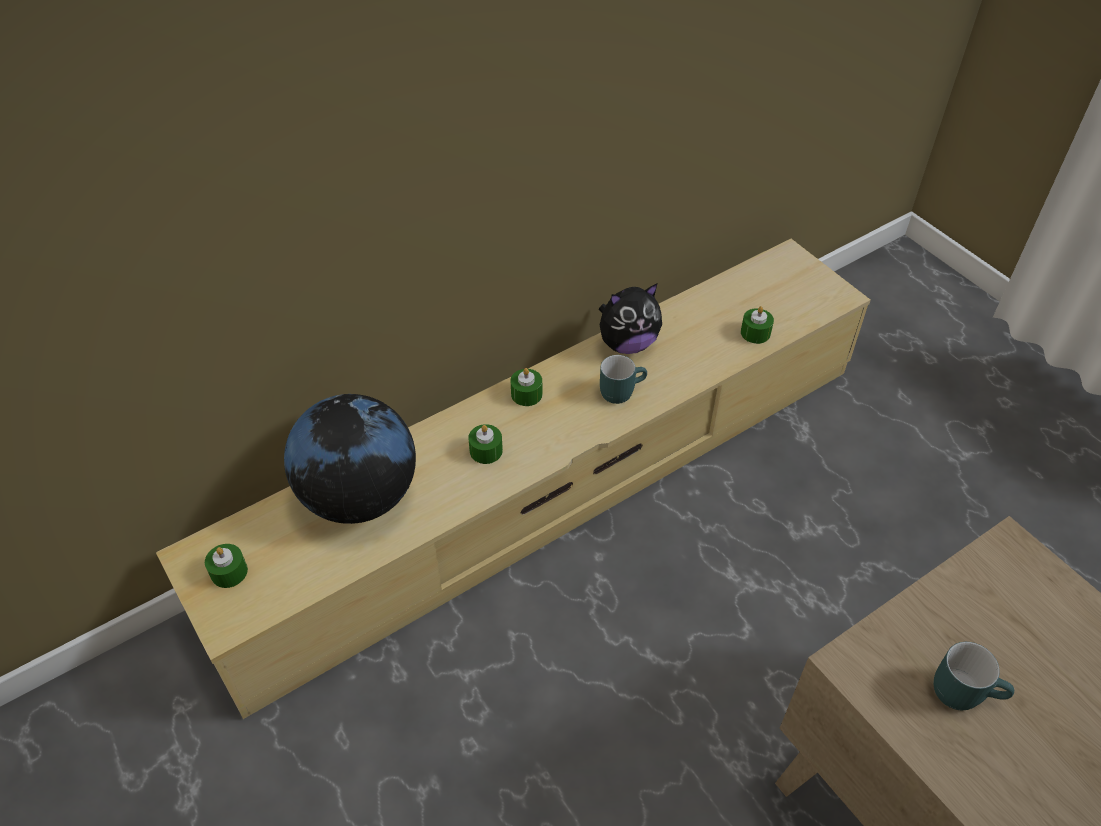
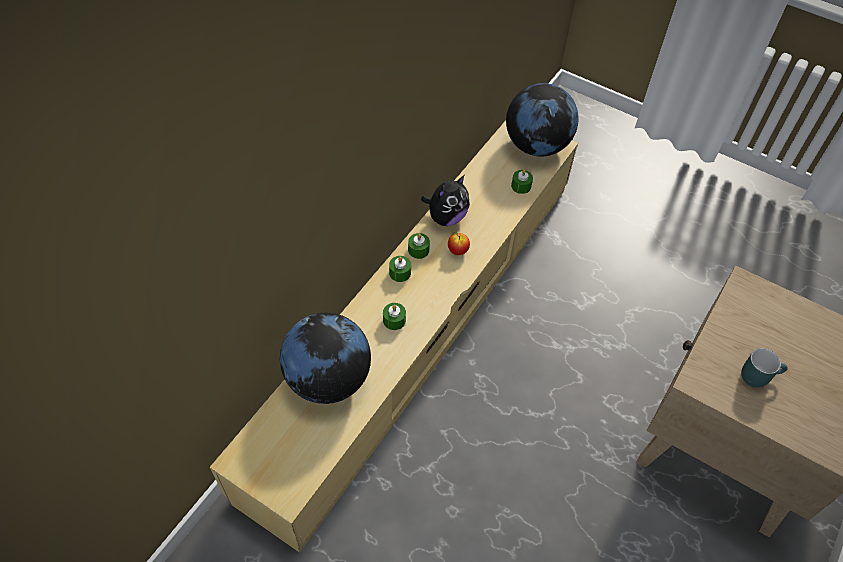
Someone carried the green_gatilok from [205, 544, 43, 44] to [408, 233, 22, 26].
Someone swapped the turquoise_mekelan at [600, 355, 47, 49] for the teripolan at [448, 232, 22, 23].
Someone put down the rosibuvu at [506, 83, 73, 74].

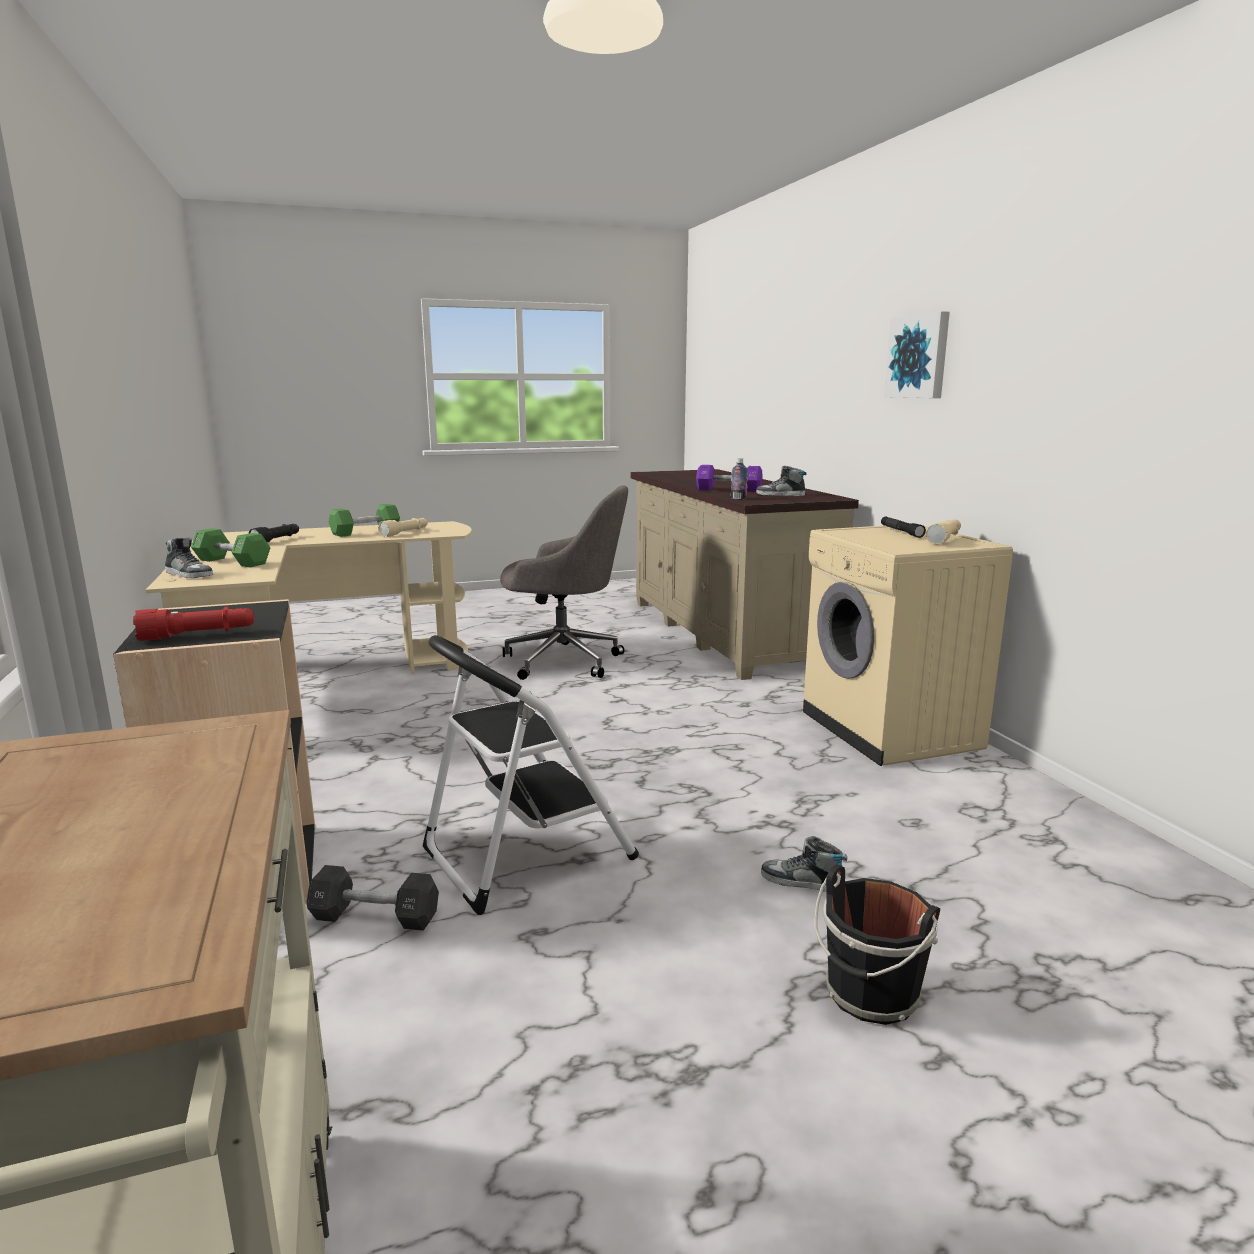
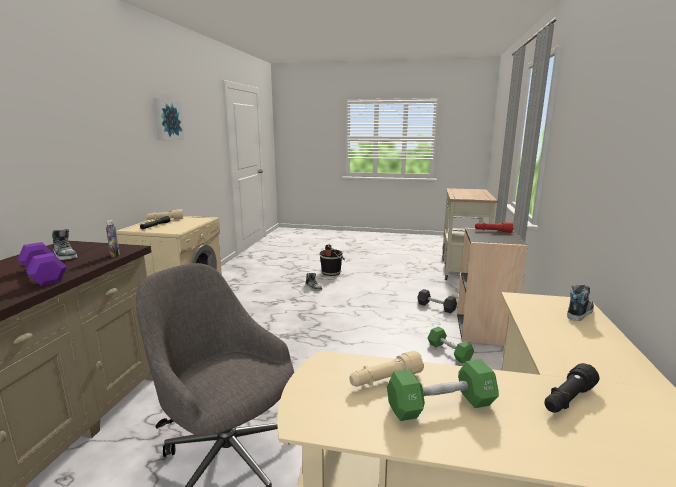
Someone rotated the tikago at [165, 538, 48, 40] by 75 degrees clockwise.
Someone carried the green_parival from [191, 528, 79, 39] to [428, 326, 46, 38].
Someone took away the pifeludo at [423, 635, 216, 280].
Someone carried the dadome from [884, 311, 66, 87] to [153, 98, 32, 43].

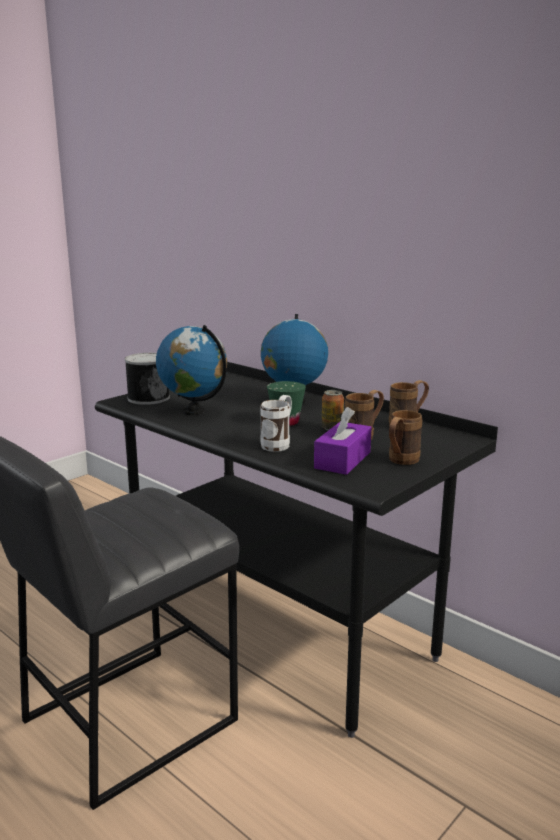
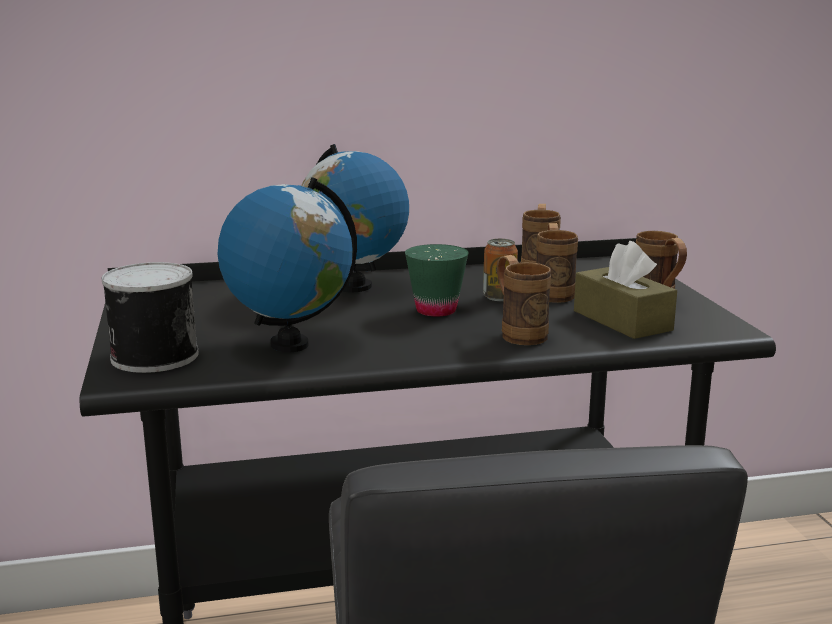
Someone repainted the white_mekelan at [260, 395, 32, 57], which became the brown_mekelan at [497, 255, 54, 90].
Someone repainted the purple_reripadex at [314, 407, 58, 68], which became the brown_reripadex at [574, 241, 103, 98].

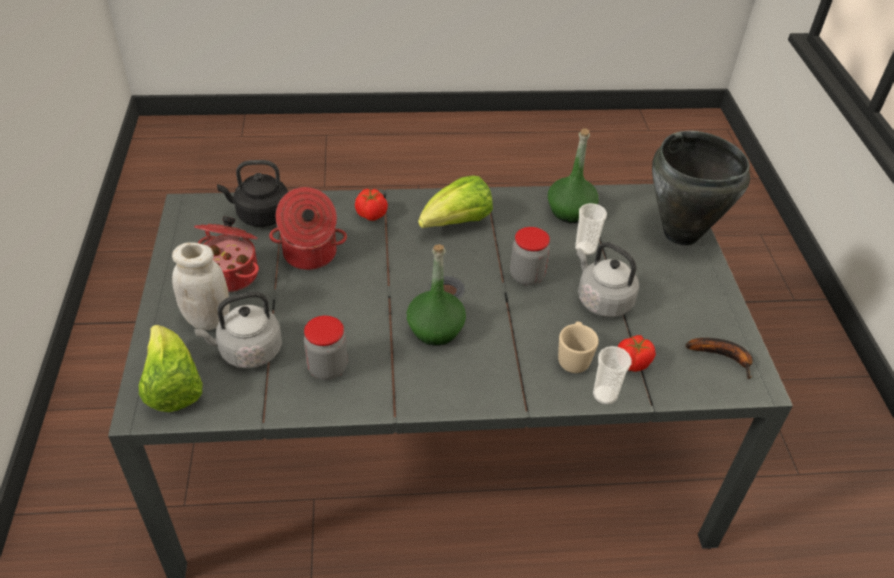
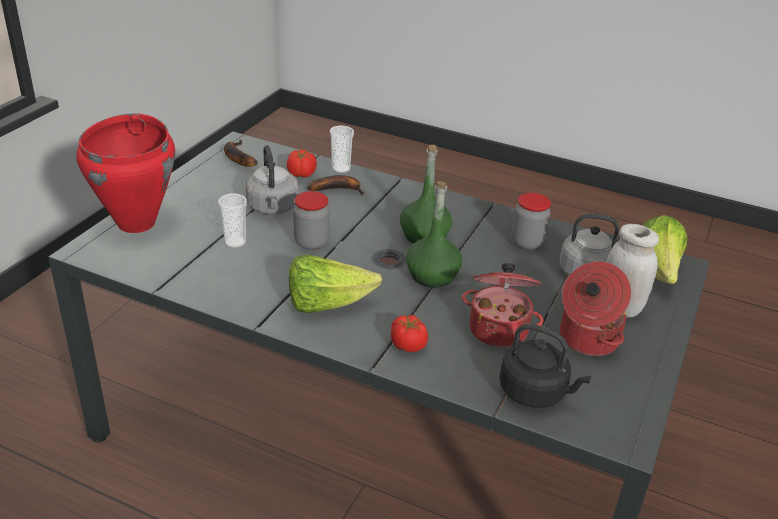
Someone carried the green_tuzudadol from [548, 129, 51, 94] to [406, 181, 56, 107].
Someone swapped the beige_mekelan at [558, 322, 41, 51] for the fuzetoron at [307, 175, 57, 21].
Someone repainted the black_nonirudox at [652, 131, 98, 114], which became the red_nonirudox at [76, 113, 99, 120].

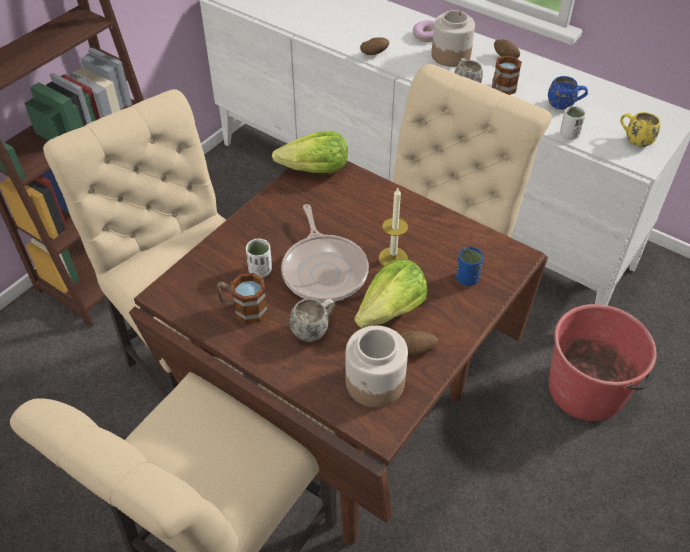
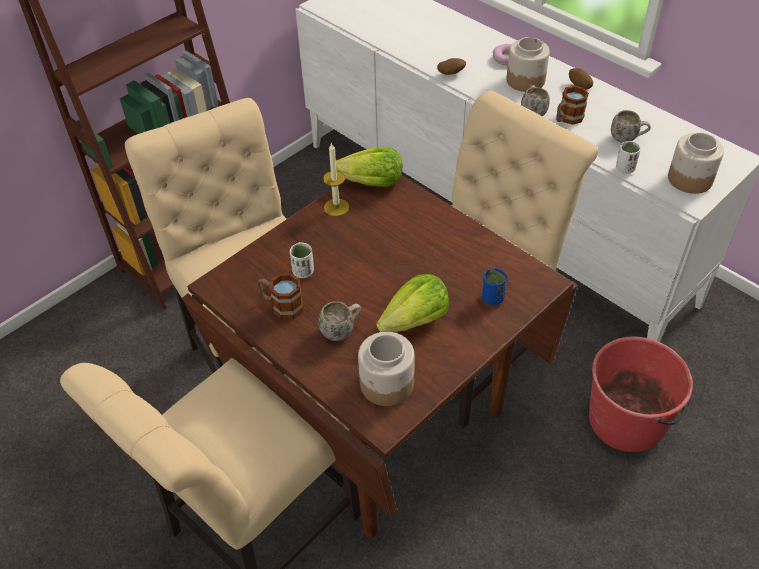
Someone took away the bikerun at [281, 204, 88, 99].
Someone carried the gatilok from [379, 188, 29, 78] to [323, 143, 26, 73].
Someone took away the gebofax at [400, 330, 38, 25].
Someone repainted the blue_mekelan at [548, 76, 40, 34], which became the white_mekelan at [611, 110, 39, 33].
Someone swapped the yellow_mekelan at [620, 112, 41, 35] for the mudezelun at [668, 132, 56, 62].

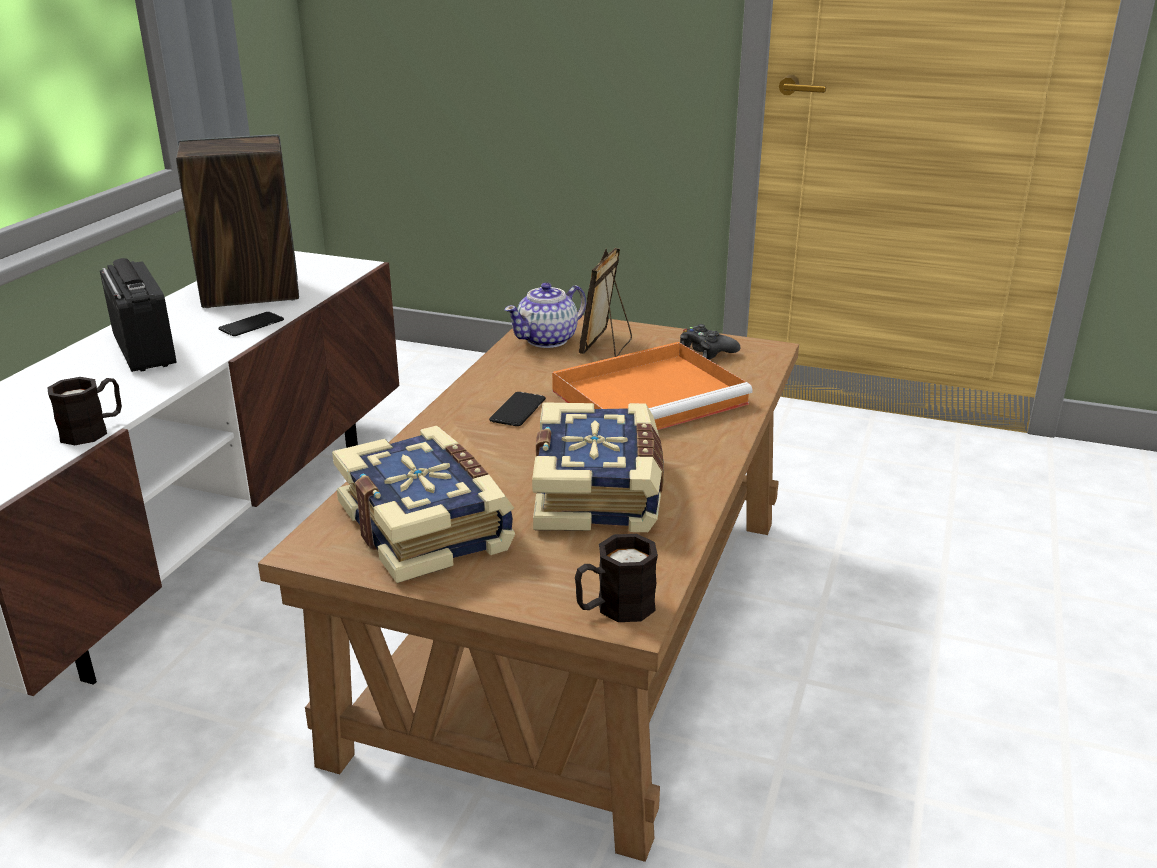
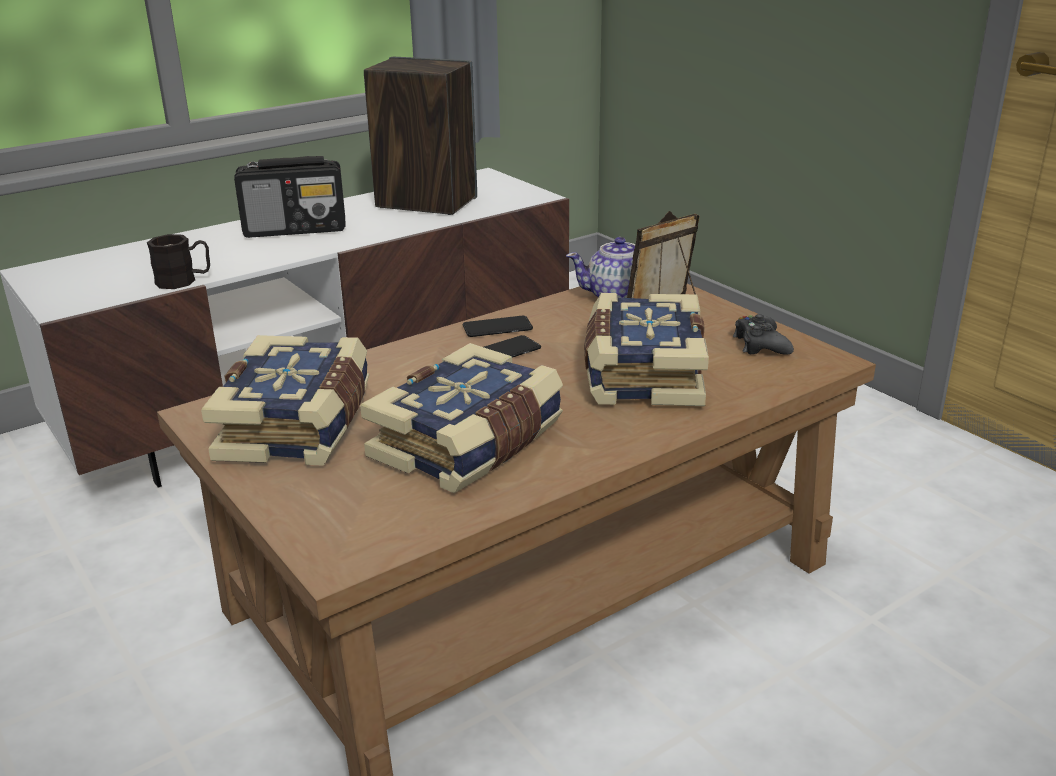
Someone rotated the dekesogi at [100, 258, 77, 114] by 75 degrees clockwise.
Someone carried the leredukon from [218, 312, 66, 24] to [463, 316, 70, 21].
Someone swapped the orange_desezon at [552, 342, 201, 88] for the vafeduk at [584, 293, 125, 113].
Someone took away the black_mekelan at [575, 534, 83, 88].

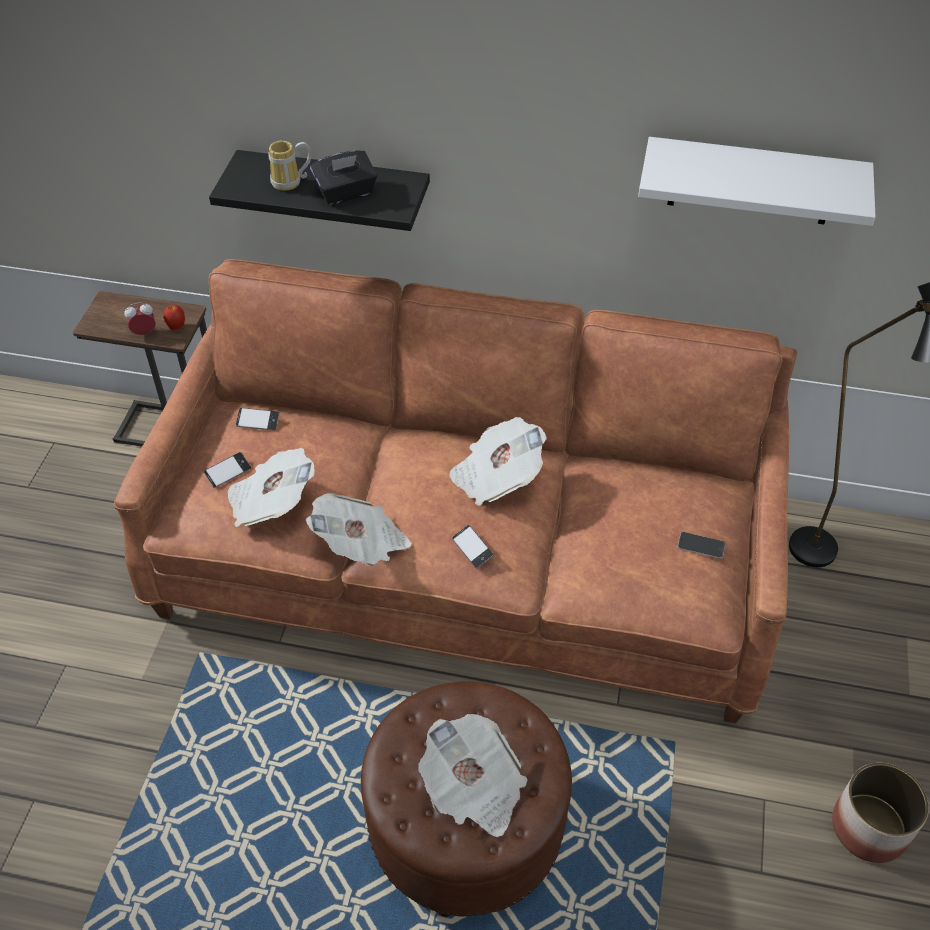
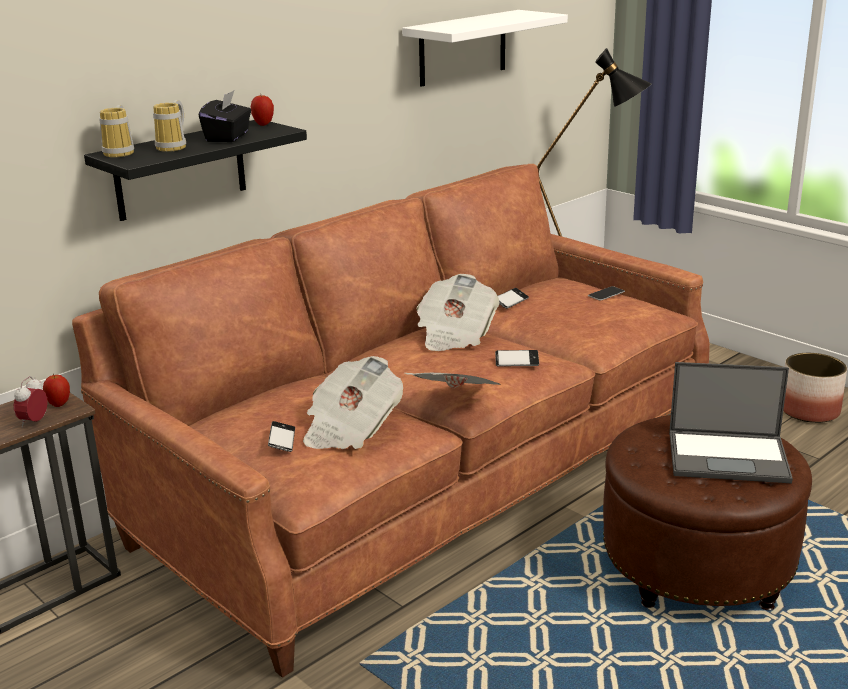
Someone carried the leredukon from [236, 408, 43, 23] to [498, 288, 31, 21].
Someone swapped the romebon at [418, 714, 110, 123] for the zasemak at [669, 362, 124, 121].
Someone put down the mekelan at [99, 105, 35, 52].
Someone put down the teripolan at [251, 95, 23, 31].

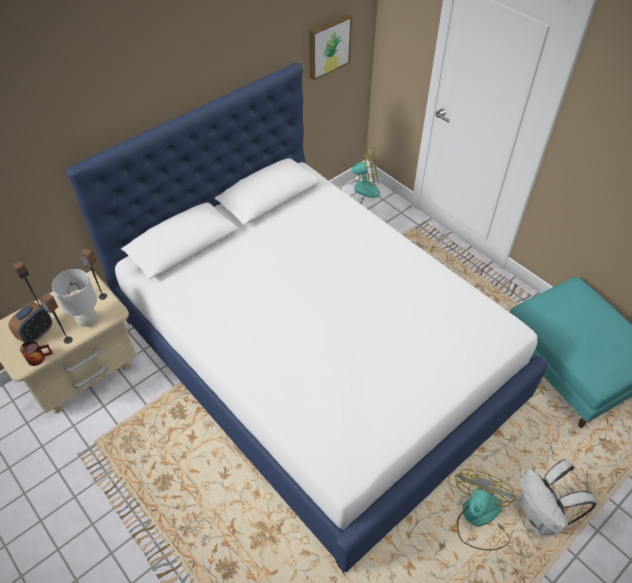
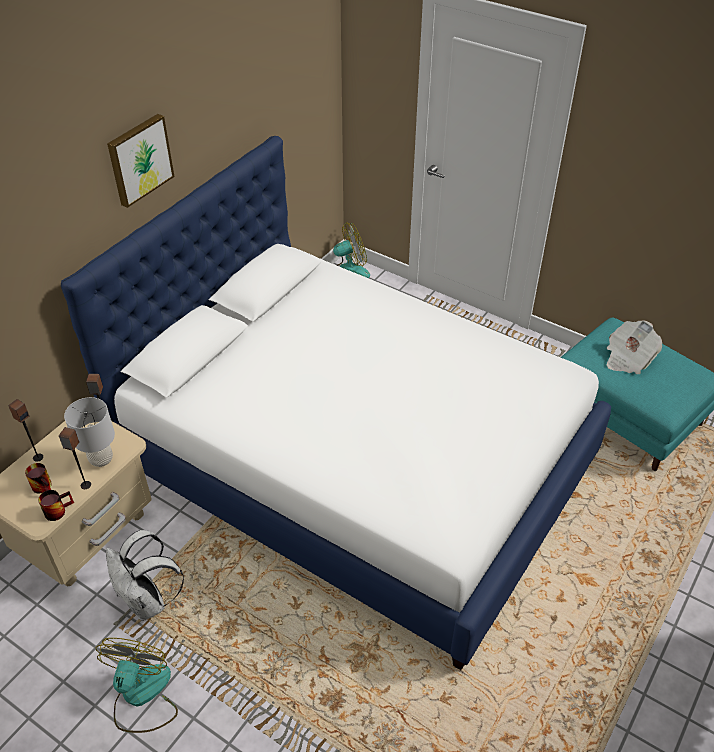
Someone swapped the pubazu at [8, 302, 44, 40] for the mekelan at [25, 463, 27, 30].
Someone carried the dadome from [309, 14, 43, 66] to [107, 114, 67, 94].
Someone carried the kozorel from [455, 469, 60, 82] to [96, 638, 82, 95].
Someone carried the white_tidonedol from [520, 459, 77, 76] to [106, 530, 78, 91].
Someone put down the romebon at [607, 320, 55, 54].

